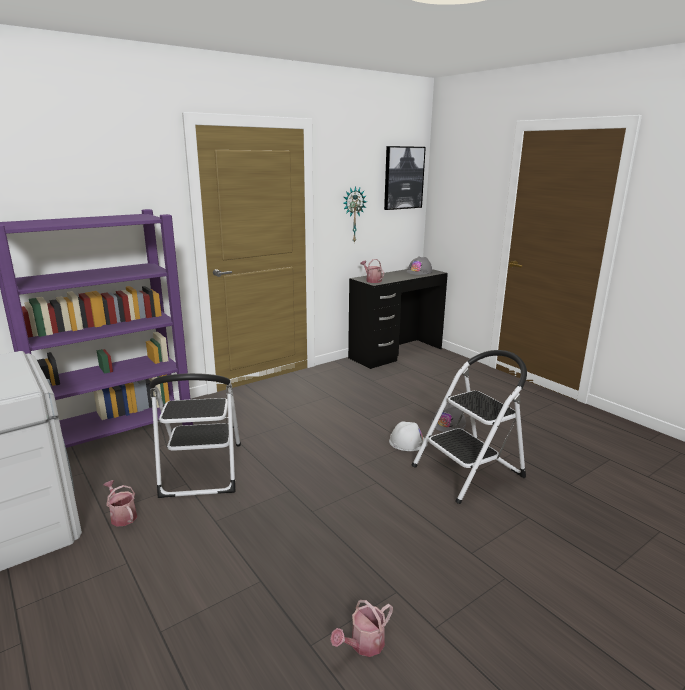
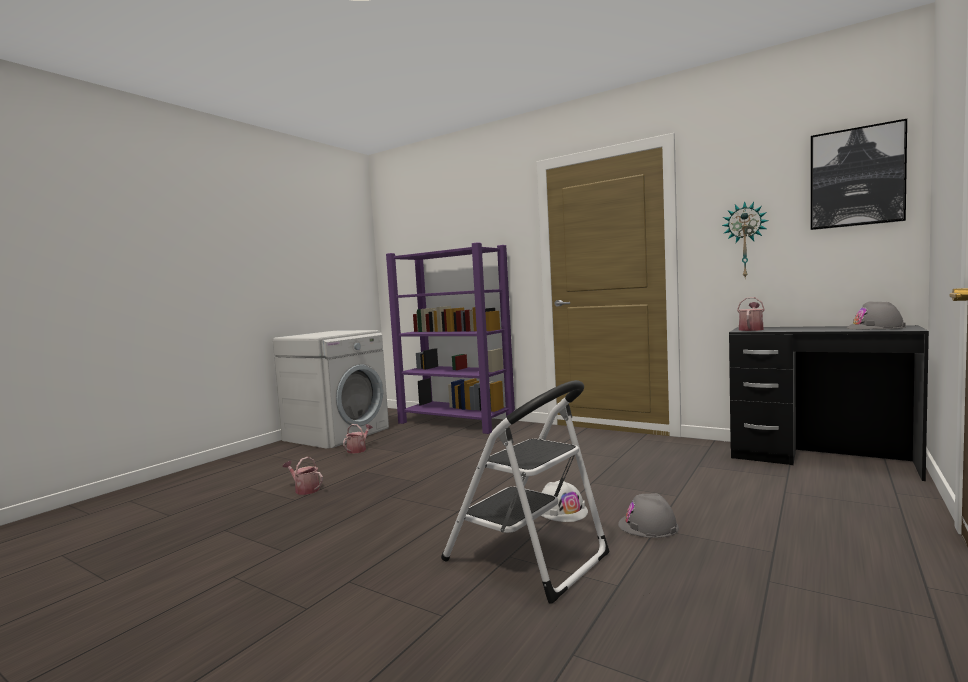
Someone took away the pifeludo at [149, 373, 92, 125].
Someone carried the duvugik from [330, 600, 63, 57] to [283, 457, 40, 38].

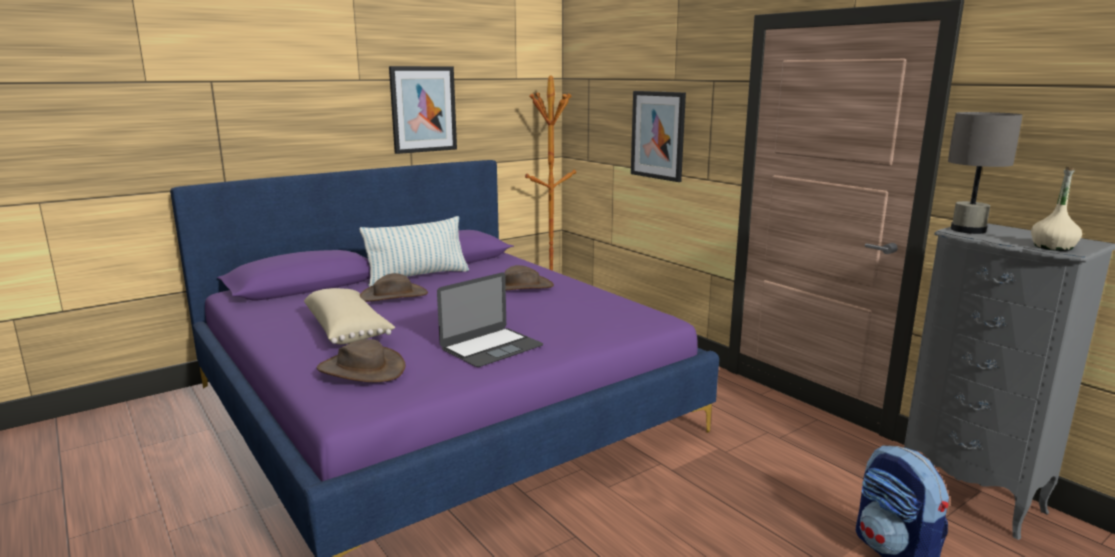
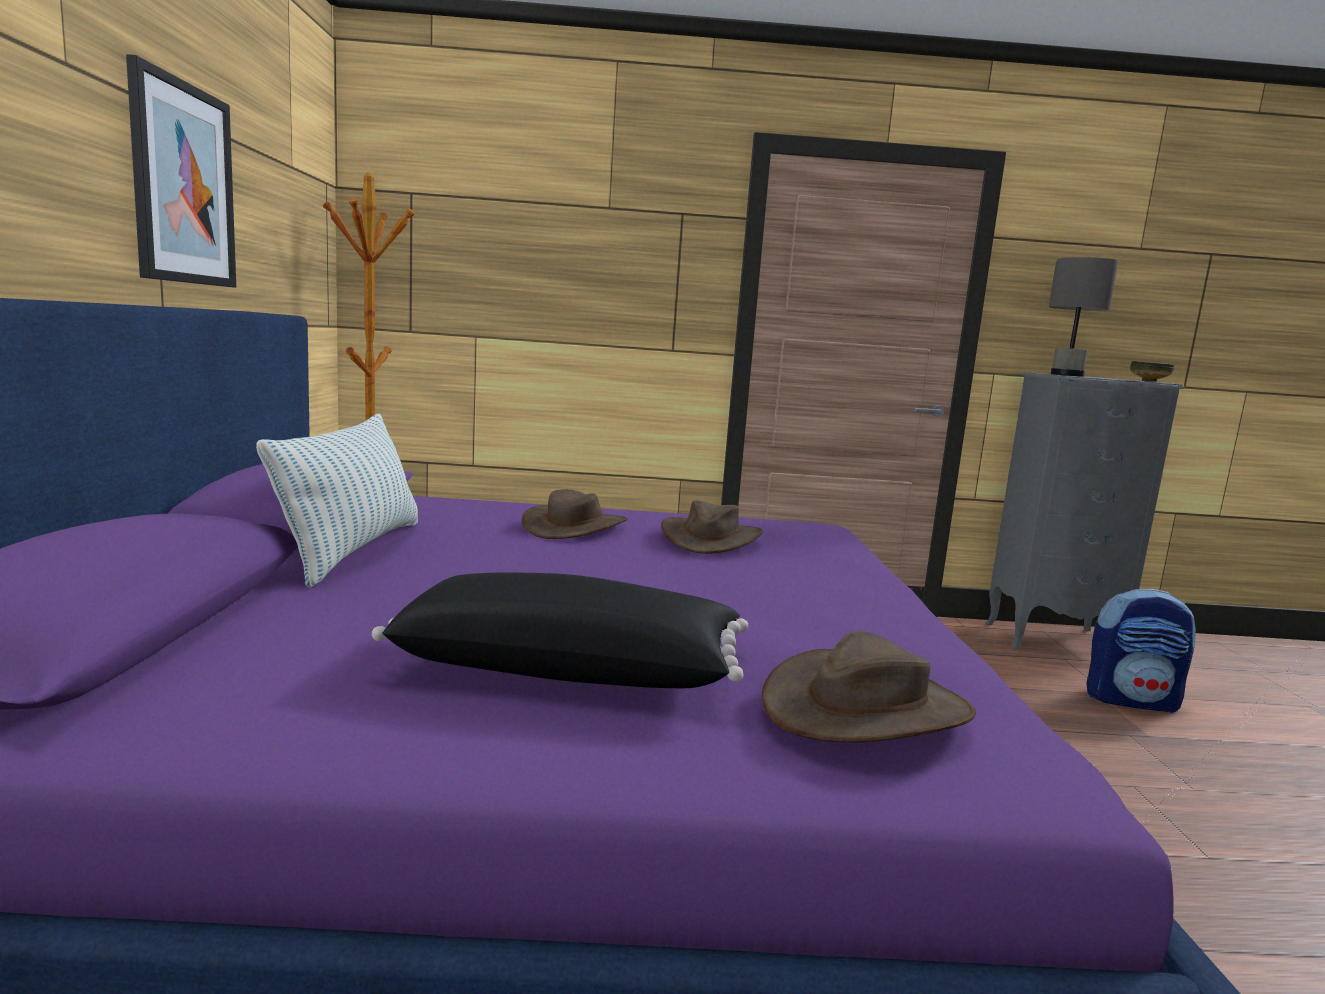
Someone repainted the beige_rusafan at [304, 288, 91, 56], which became the black_rusafan at [372, 572, 376, 116].
Someone carried the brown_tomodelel from [360, 273, 68, 29] to [661, 500, 102, 54].
Someone took away the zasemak at [437, 272, 106, 95].
Someone took away the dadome at [631, 91, 55, 91].
Someone swapped the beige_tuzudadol at [1031, 167, 51, 84] for the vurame at [1130, 361, 45, 21].

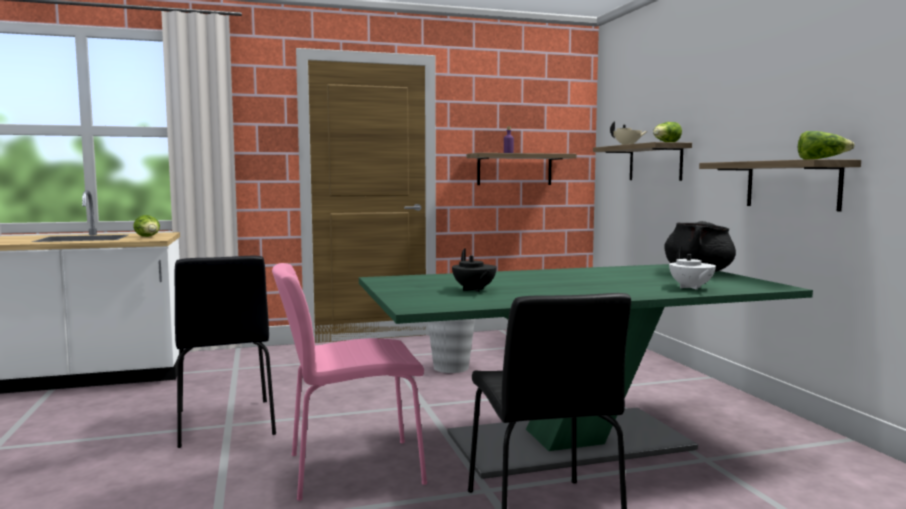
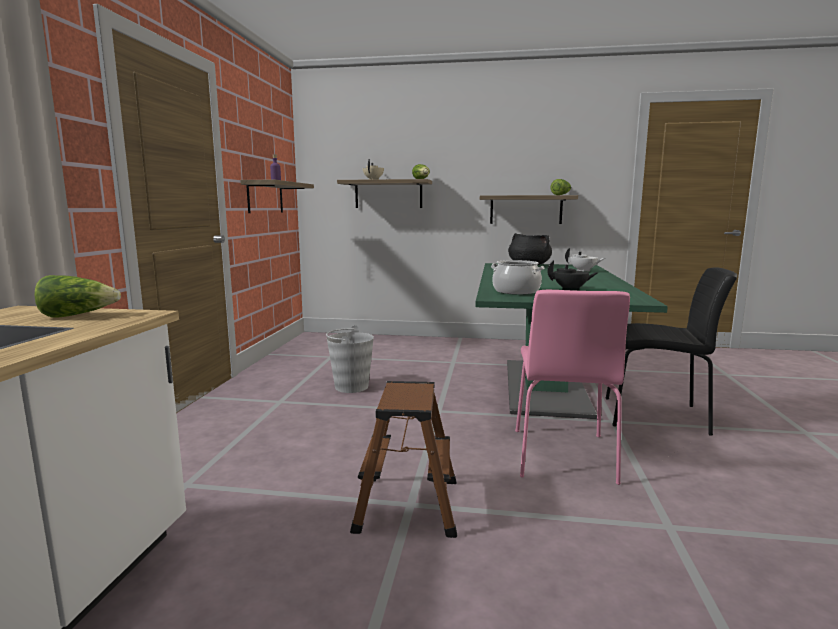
Someone swapped the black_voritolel at [174, 256, 102, 192] for the brown_pifeludo at [350, 381, 107, 157].
Someone put down the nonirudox at [491, 260, 54, 35].

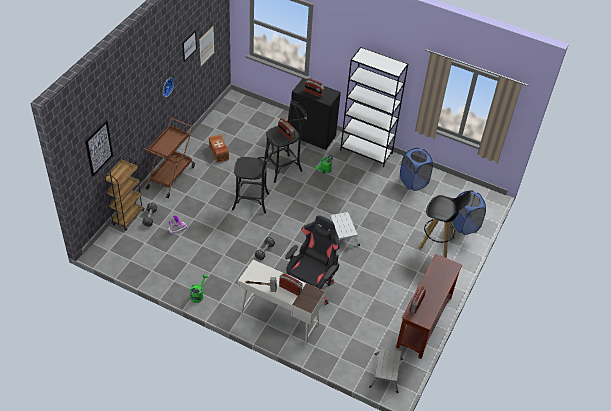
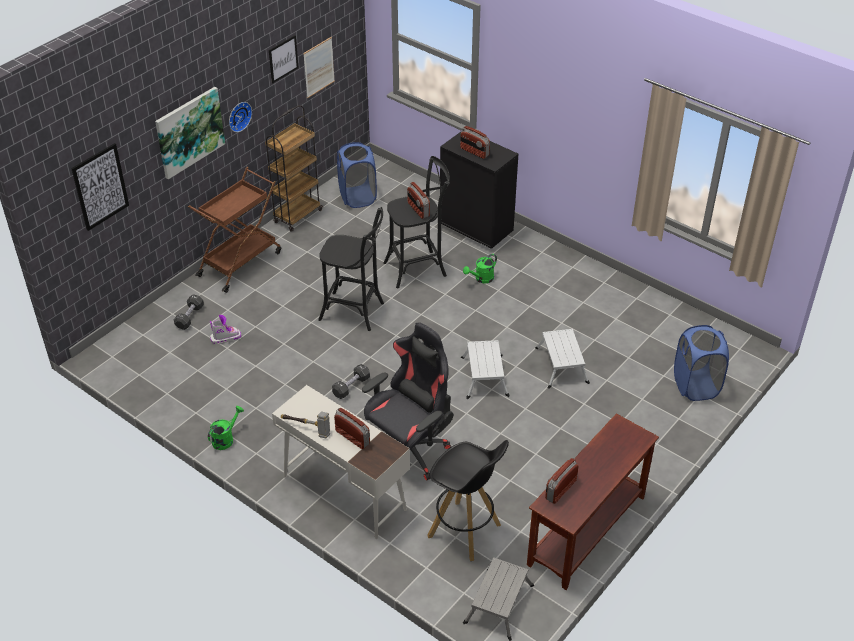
Someone carried the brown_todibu from [104, 150, 41, 81] to [265, 105, 58, 127].
Someone took away the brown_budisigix at [209, 134, 20, 29].
Someone took away the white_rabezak at [340, 47, 68, 120].
Someone carried the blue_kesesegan from [400, 148, 33, 43] to [337, 142, 40, 66].
Someone carried the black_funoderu from [419, 191, 52, 67] to [427, 440, 82, 121].
Someone put up the dadome at [155, 87, 70, 92].
Someone put down the white_pifeludo at [535, 329, 55, 60].

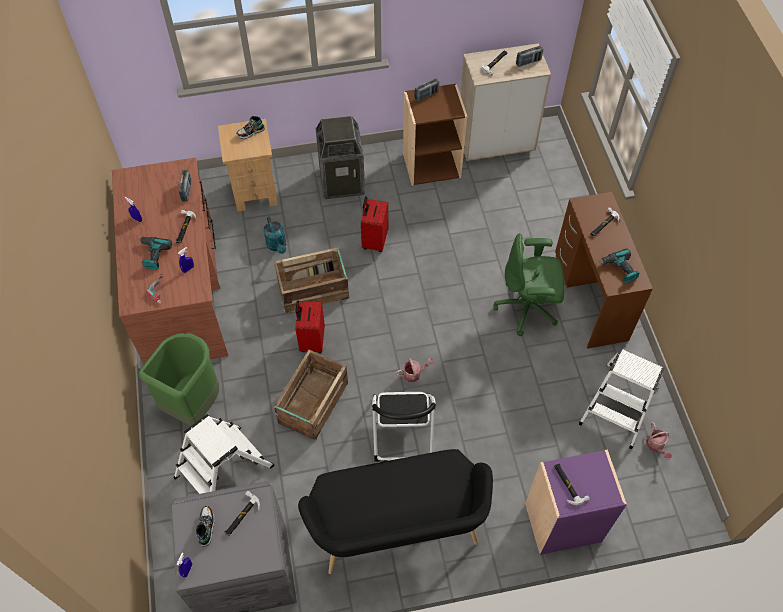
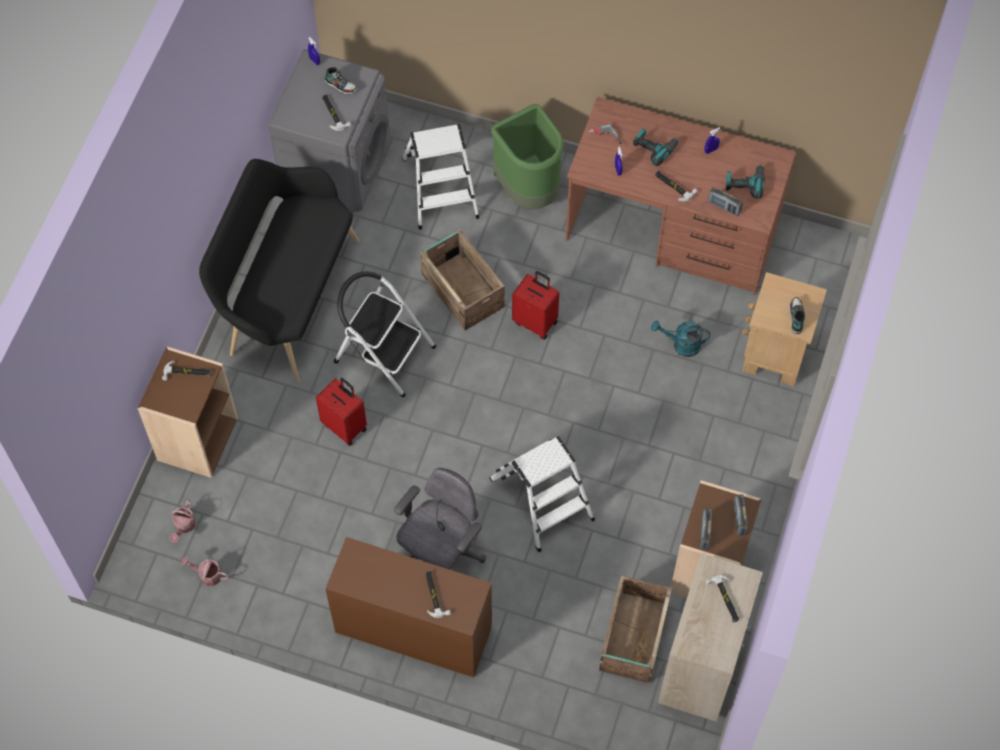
Someone carried the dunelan from [274, 247, 75, 66] to [599, 576, 73, 107].
Someone took away the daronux at [316, 116, 49, 83].
Someone carried the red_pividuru from [361, 197, 27, 55] to [316, 378, 51, 68].
Someone carried the duvugik from [395, 358, 40, 24] to [170, 499, 25, 44].
Someone repainted the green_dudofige at [493, 233, 71, 103], which became the grey_dudofige at [394, 468, 92, 102].
Someone carried the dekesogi from [516, 46, 27, 21] to [700, 508, 12, 42].
Someone repainted the purple_rabezak at [525, 450, 102, 105], which became the brown_rabezak at [137, 346, 101, 132].
Someone carried the white_pifeludo from [579, 348, 86, 101] to [489, 436, 106, 116].
Someone carried the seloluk from [599, 248, 41, 35] to [726, 164, 39, 34].

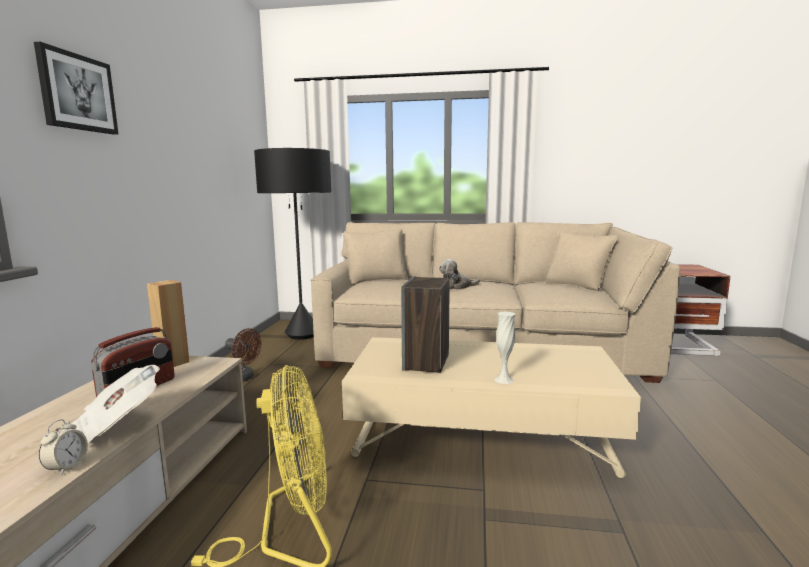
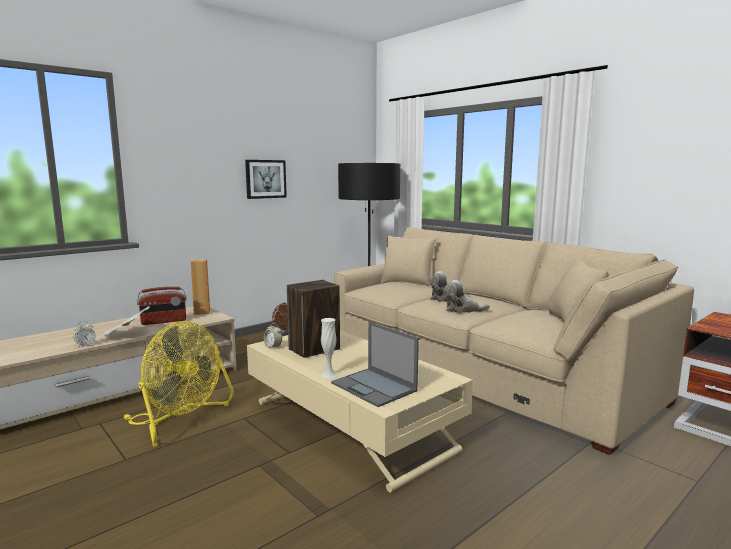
Someone carried the dadome from [34, 42, 84, 93] to [245, 160, 42, 39].
Someone put down the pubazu at [264, 323, 18, 25].
Someone put down the zasemak at [331, 322, 88, 85].
Someone put down the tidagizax at [444, 280, 46, 33].

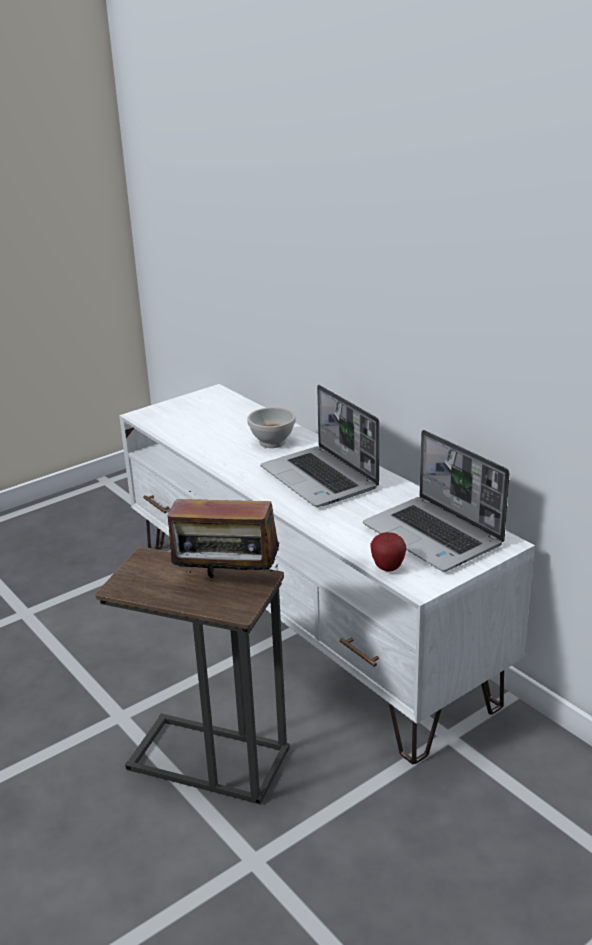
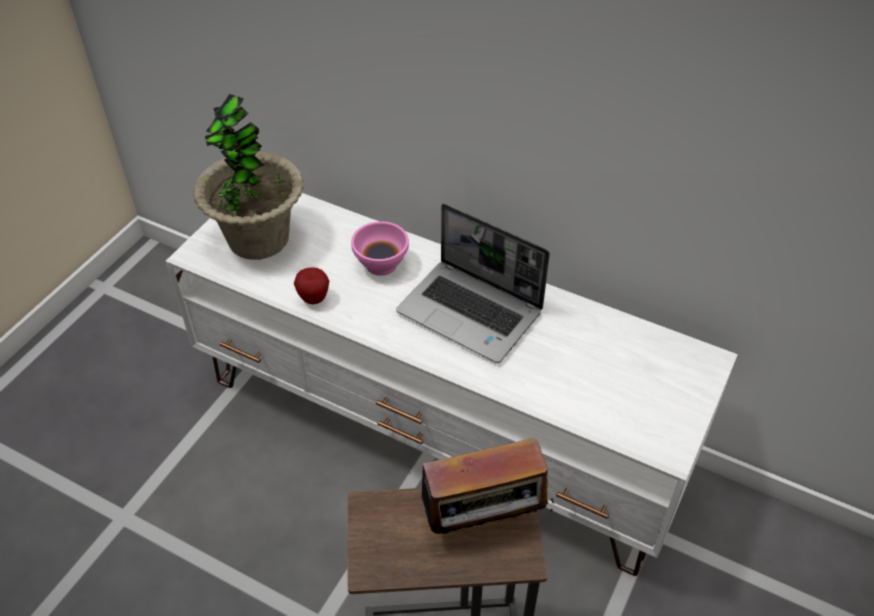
Someone repainted the white_vurame at [247, 407, 49, 41], which became the pink_vurame at [351, 221, 58, 55].
Someone took away the zasemak at [363, 430, 147, 142].
Someone carried the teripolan from [371, 532, 35, 39] to [294, 267, 35, 37].
Someone put down the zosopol at [193, 94, 111, 166].

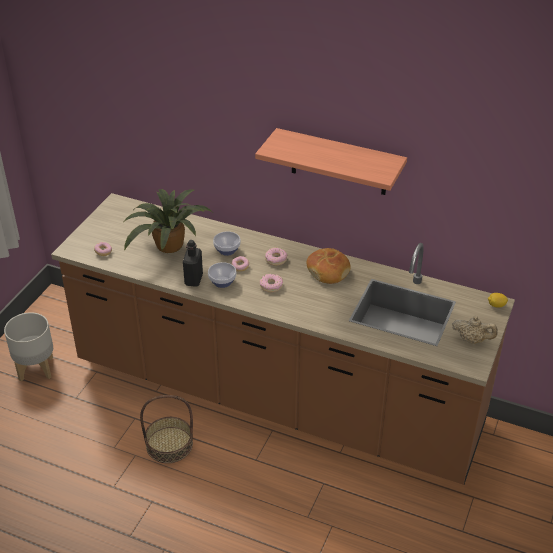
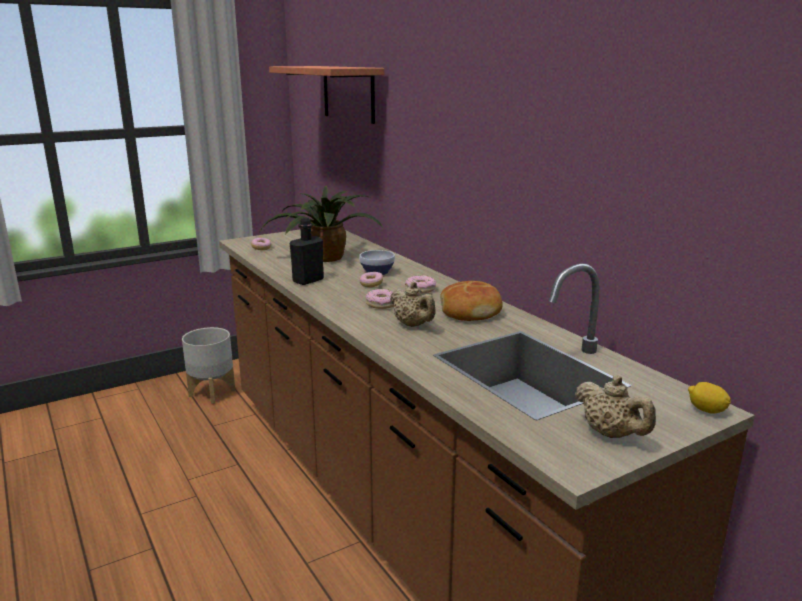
Someone took away the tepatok at [140, 395, 53, 68].
Someone took away the vurame at [208, 262, 29, 26].
Someone carried the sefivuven from [255, 128, 152, 67] to [269, 66, 116, 58].
Someone put down the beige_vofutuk at [390, 282, 46, 45].

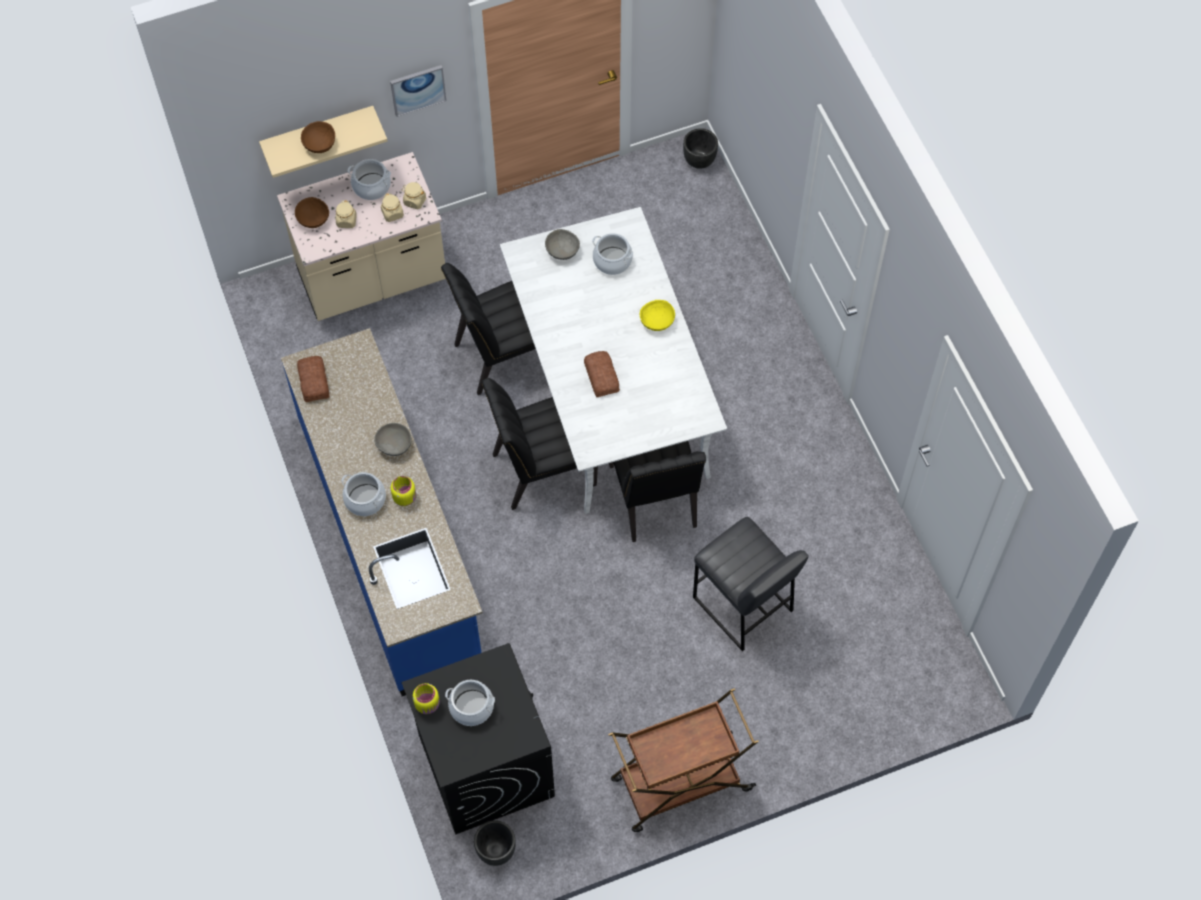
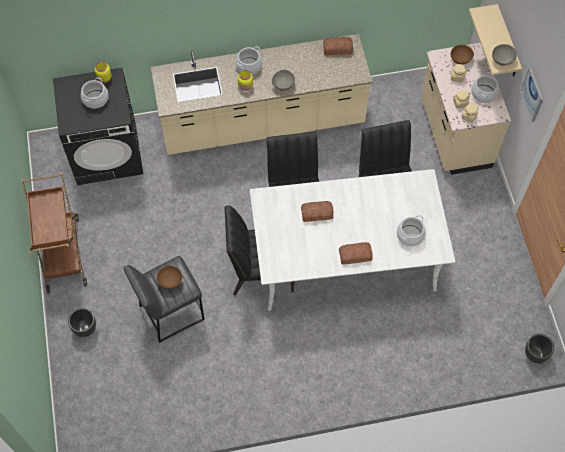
Someone repainted the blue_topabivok at [281, 328, 201, 368], which became the beige_topabivok at [151, 34, 222, 121].
Someone carried the brown_vurame from [301, 121, 34, 32] to [157, 266, 25, 23].
Someone carried the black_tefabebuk from [474, 820, 42, 46] to [68, 308, 28, 29].
Someone carried the grey_vurame from [545, 229, 35, 31] to [492, 44, 25, 22].
Someone swapped the yellow_vurame at [640, 300, 35, 31] for the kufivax at [339, 242, 34, 23].

